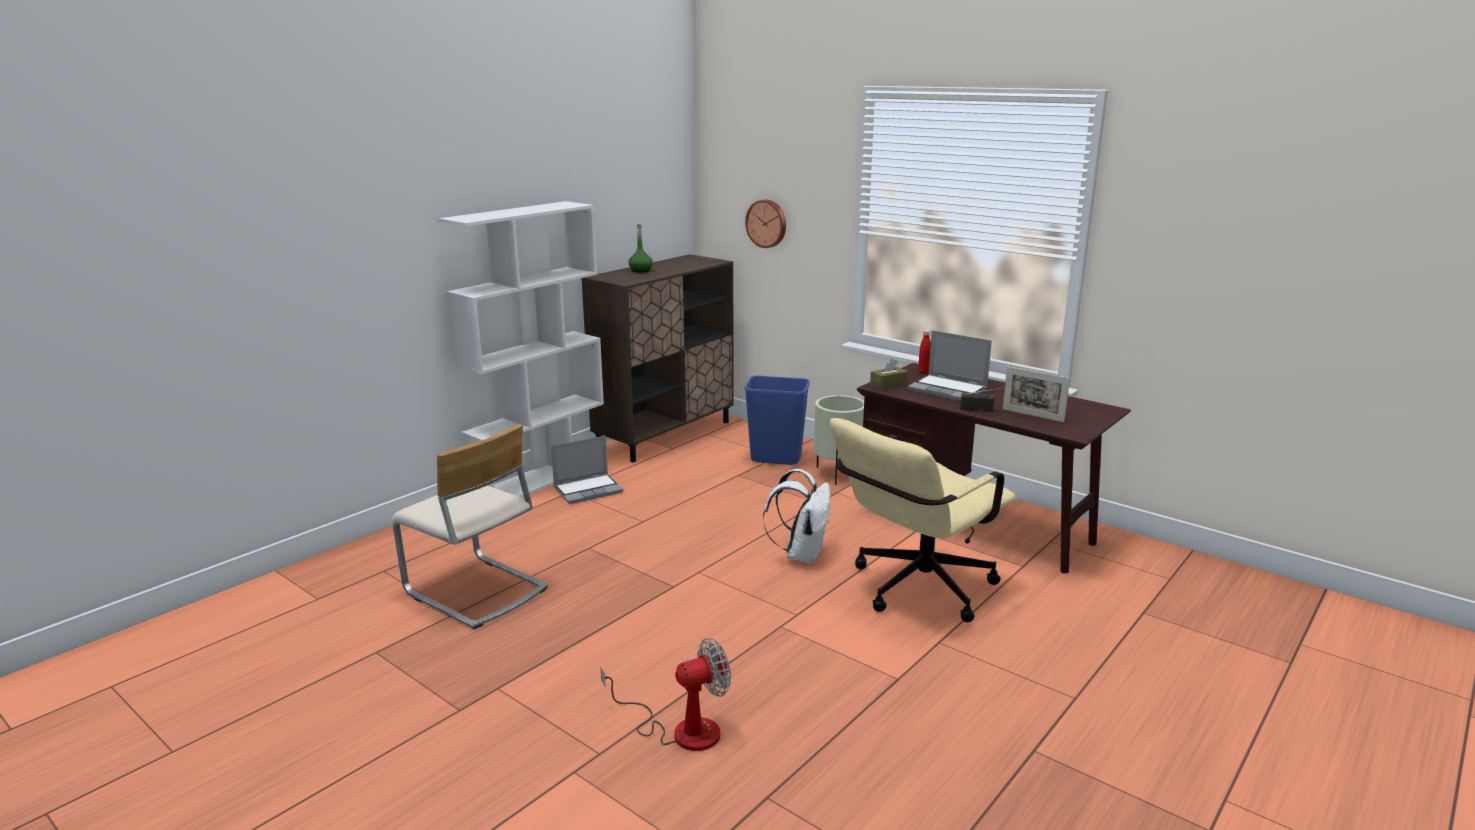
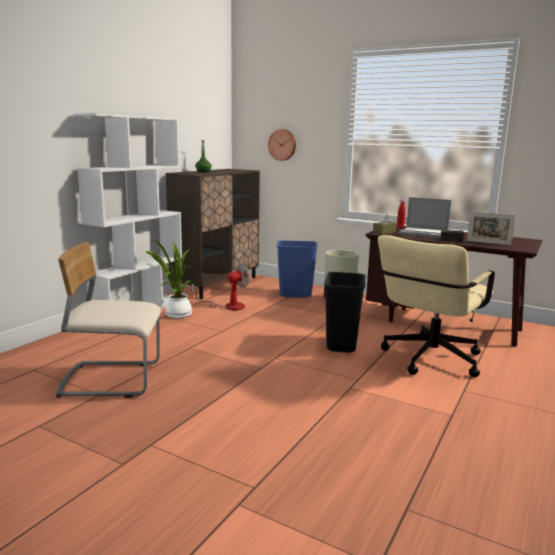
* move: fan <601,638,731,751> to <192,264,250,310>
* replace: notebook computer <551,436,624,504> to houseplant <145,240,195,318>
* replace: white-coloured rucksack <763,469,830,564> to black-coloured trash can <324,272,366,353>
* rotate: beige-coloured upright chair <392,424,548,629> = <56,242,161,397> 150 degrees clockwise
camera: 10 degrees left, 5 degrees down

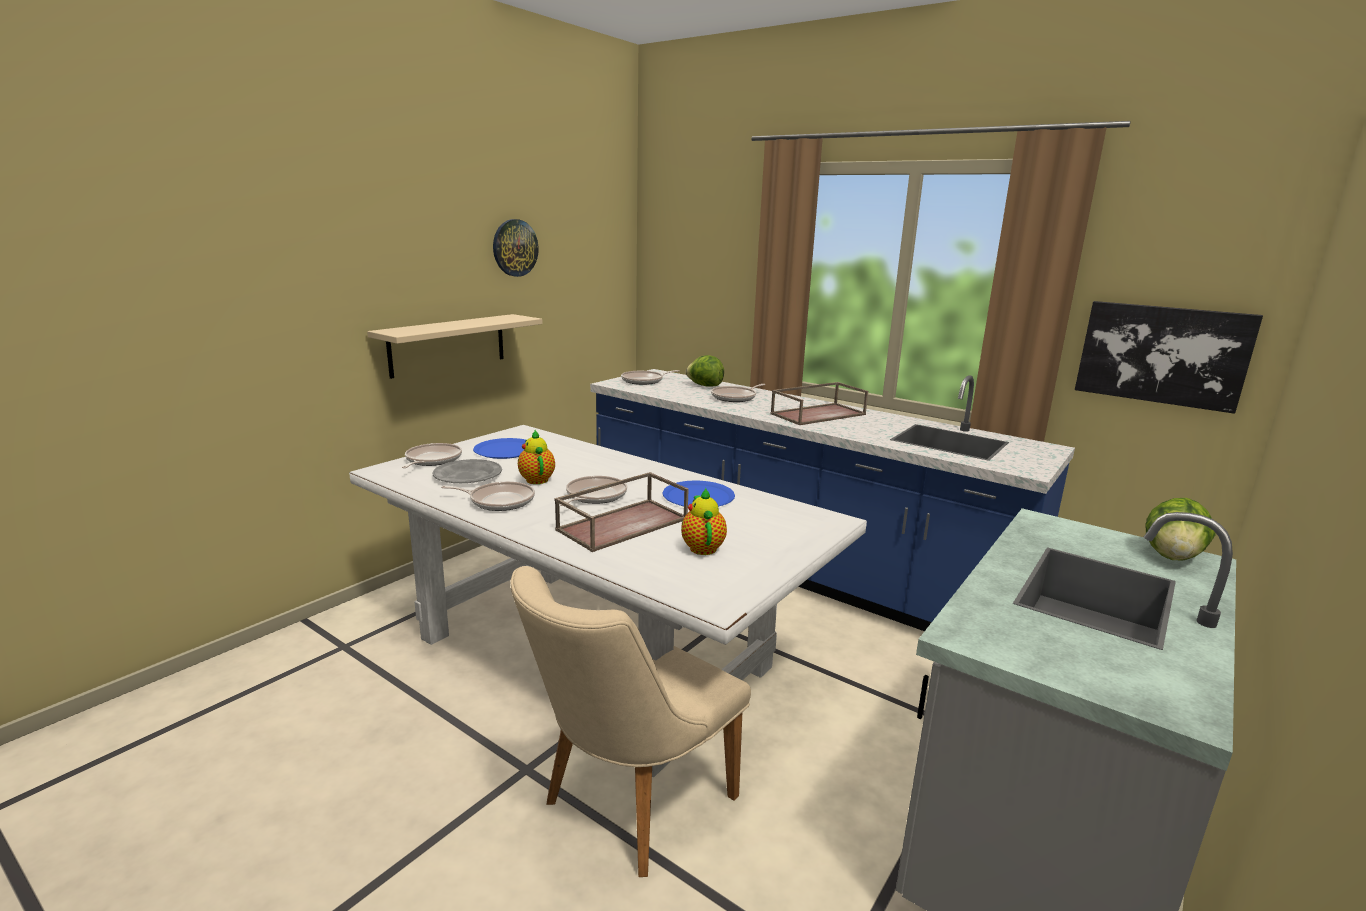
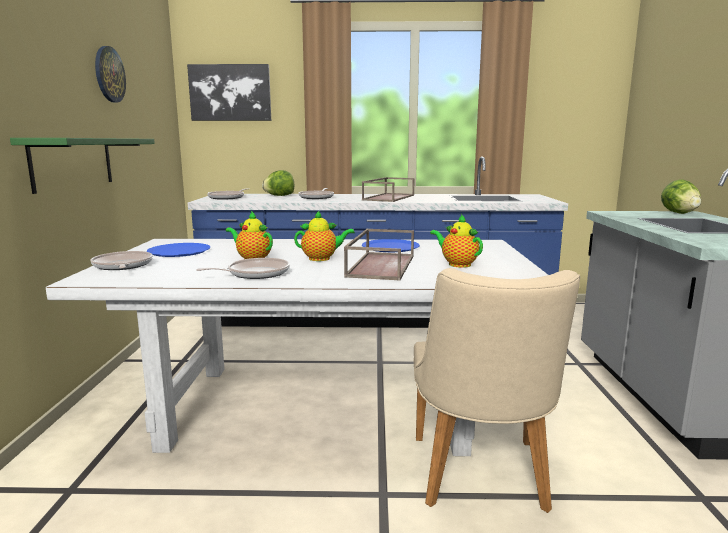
* delete: grey dinner plate <432,459,502,483>
* move: picture <1075,301,1263,414> to <187,64,271,121>
* replace: pan <560,476,627,506> to tea pot <294,210,355,261>
* recolor: beige-coloured bracket shelf <367,314,543,379> to greenish bracket shelf <10,138,155,194>
camera: 35 degrees left, 5 degrees down

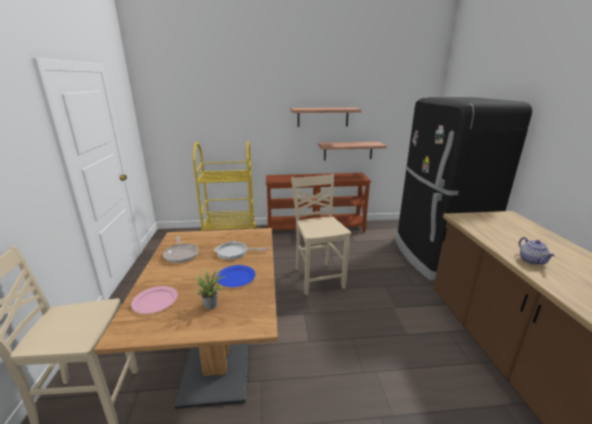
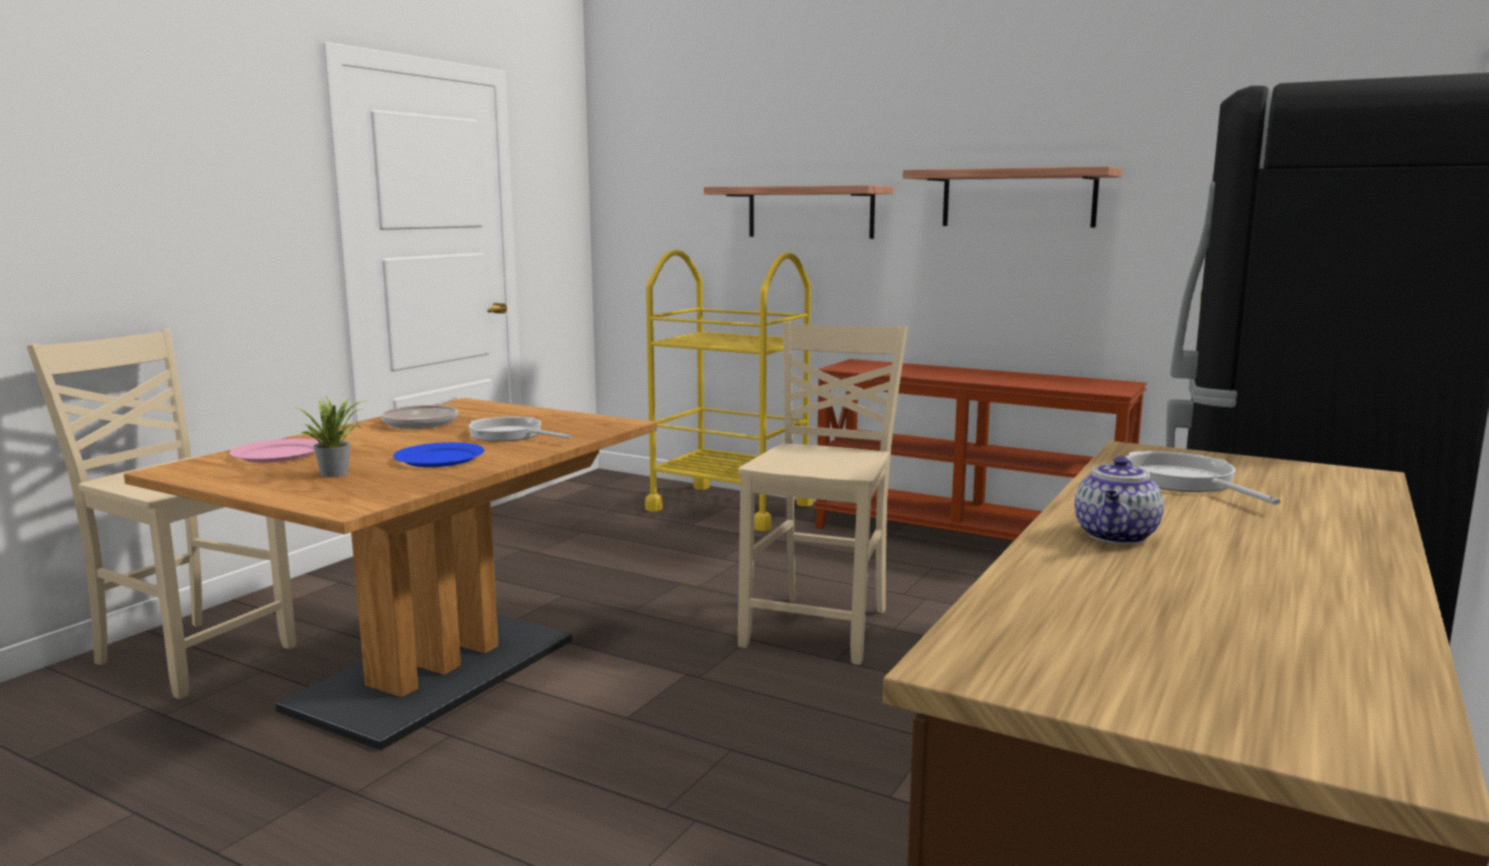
* insert: pan <1126,451,1281,505>
* move: bracket shelf <318,142,387,160> to <704,185,893,239>
camera: 35 degrees right, 10 degrees down

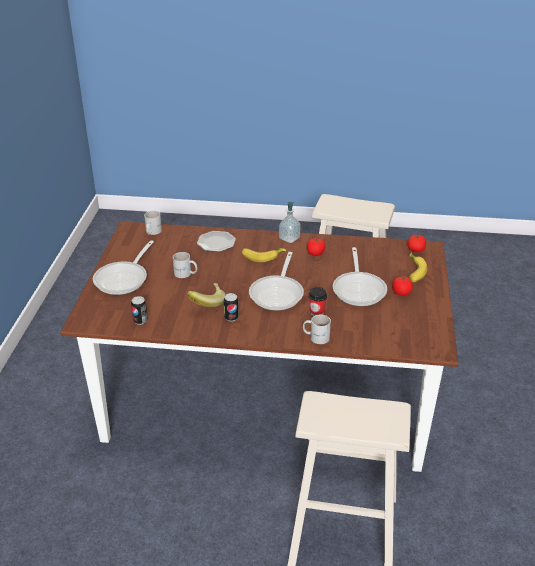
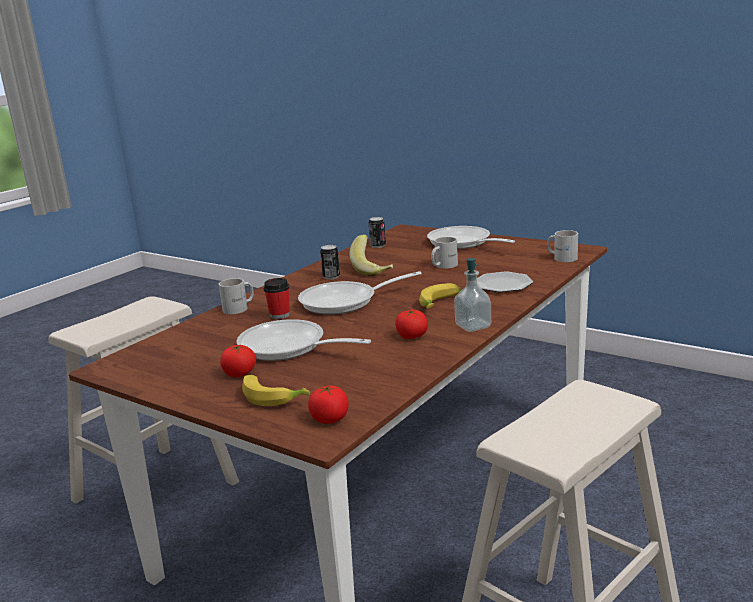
* rotate: pan <249,252,304,311> = <298,271,422,315> 60 degrees counterclockwise
camera: 120 degrees right, 15 degrees down

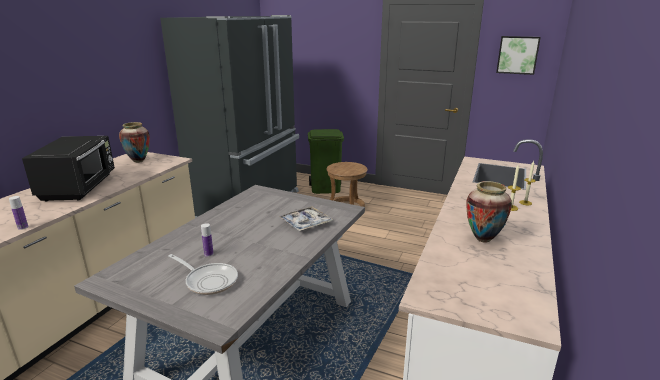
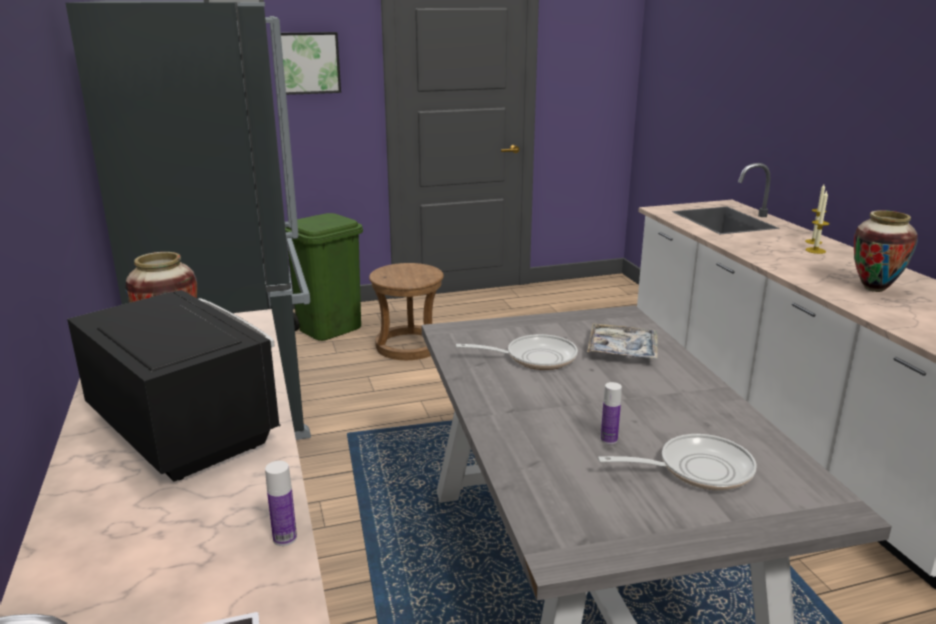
* insert: pan <456,334,578,370>
* move: picture <496,36,541,75> to <281,32,341,95>
camera: 40 degrees left, 0 degrees up

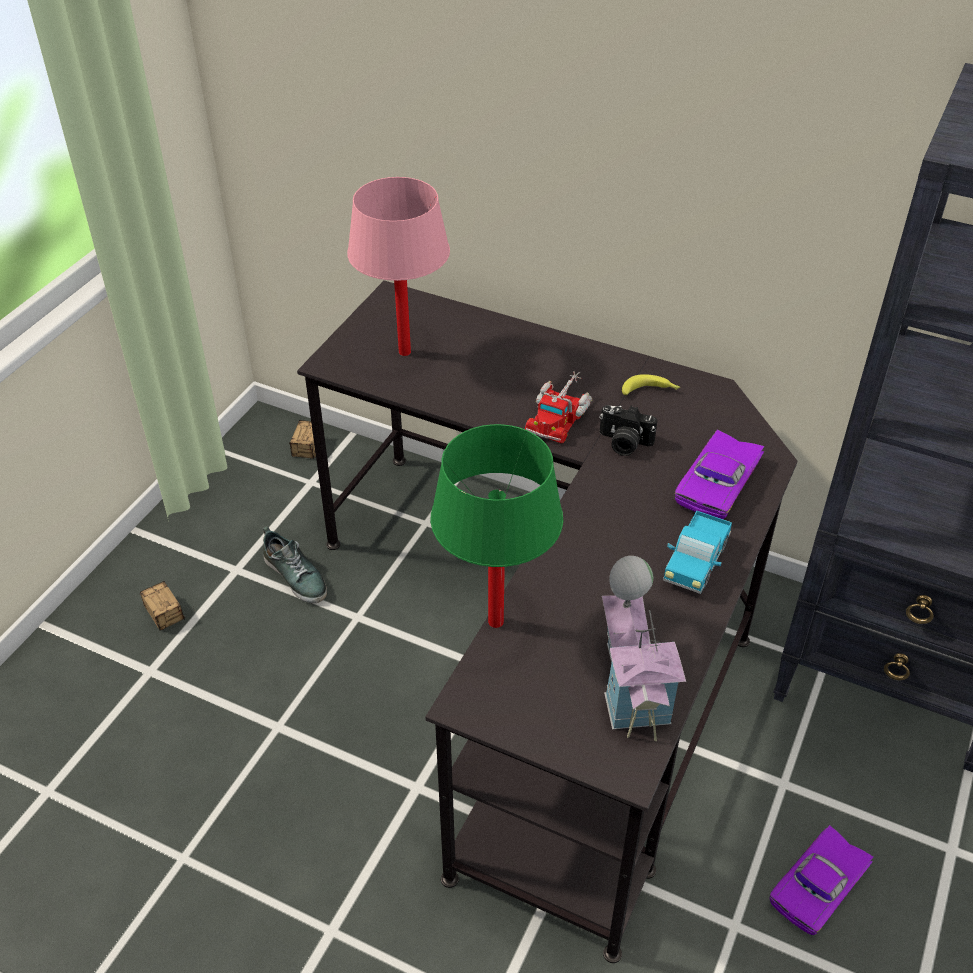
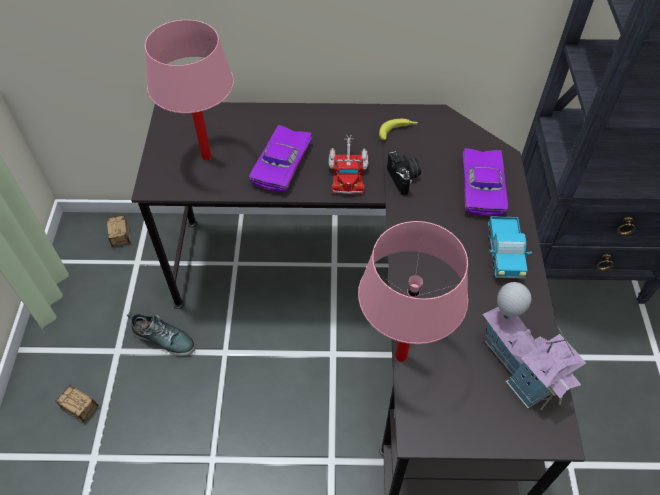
* move: purple miniature car <770,825,873,935> to <249,125,312,192>
* recolor: greenish tabletop lamp <431,424,563,628> to pink-coloured tabletop lamp <358,221,468,362>
* rotate: still camera <599,405,657,456> = <387,150,421,196> 105 degrees counterclockwise
camera: 25 degrees left, 10 degrees up

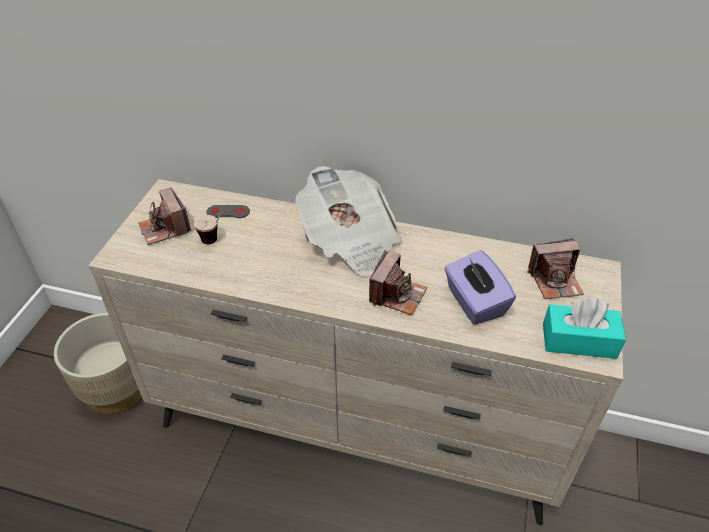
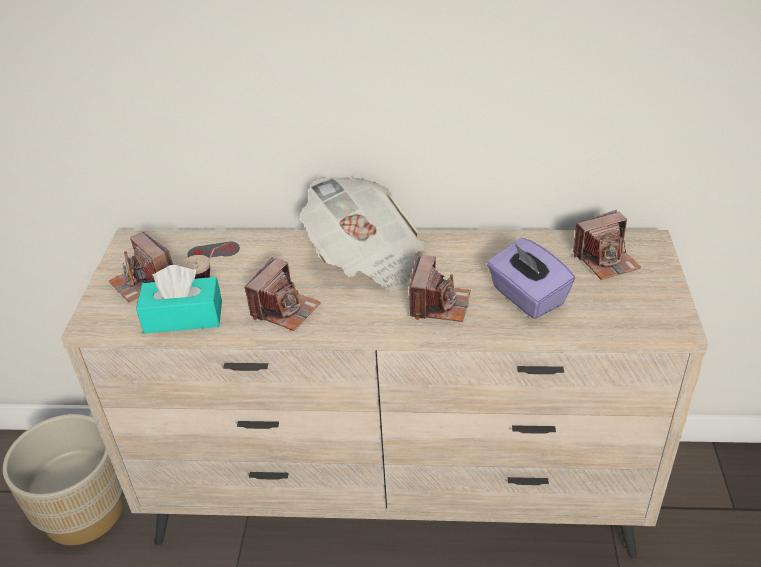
* insert: still camera <245,257,321,331>
* move: blue-green tissue box <543,299,626,359> to <136,265,222,333>
camera: 10 degrees left, 5 degrees down

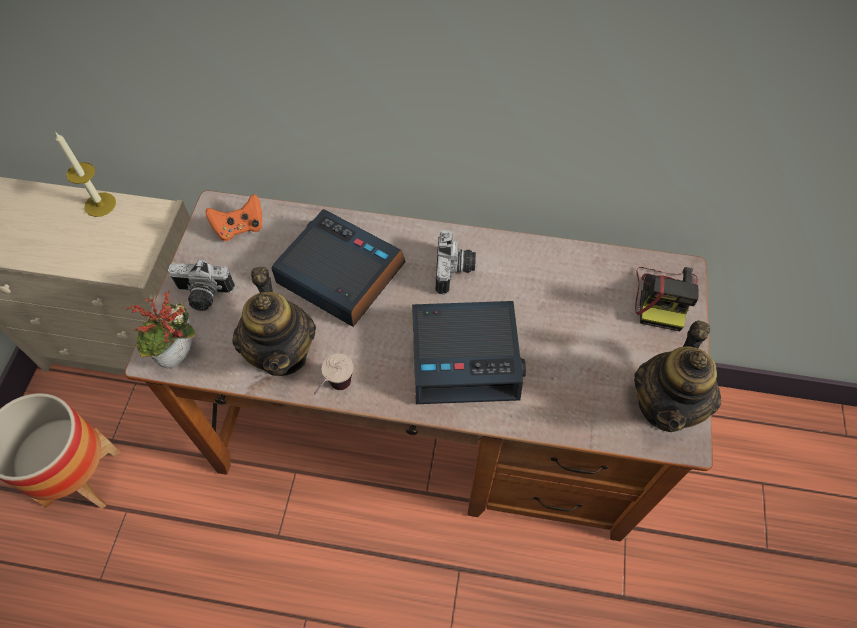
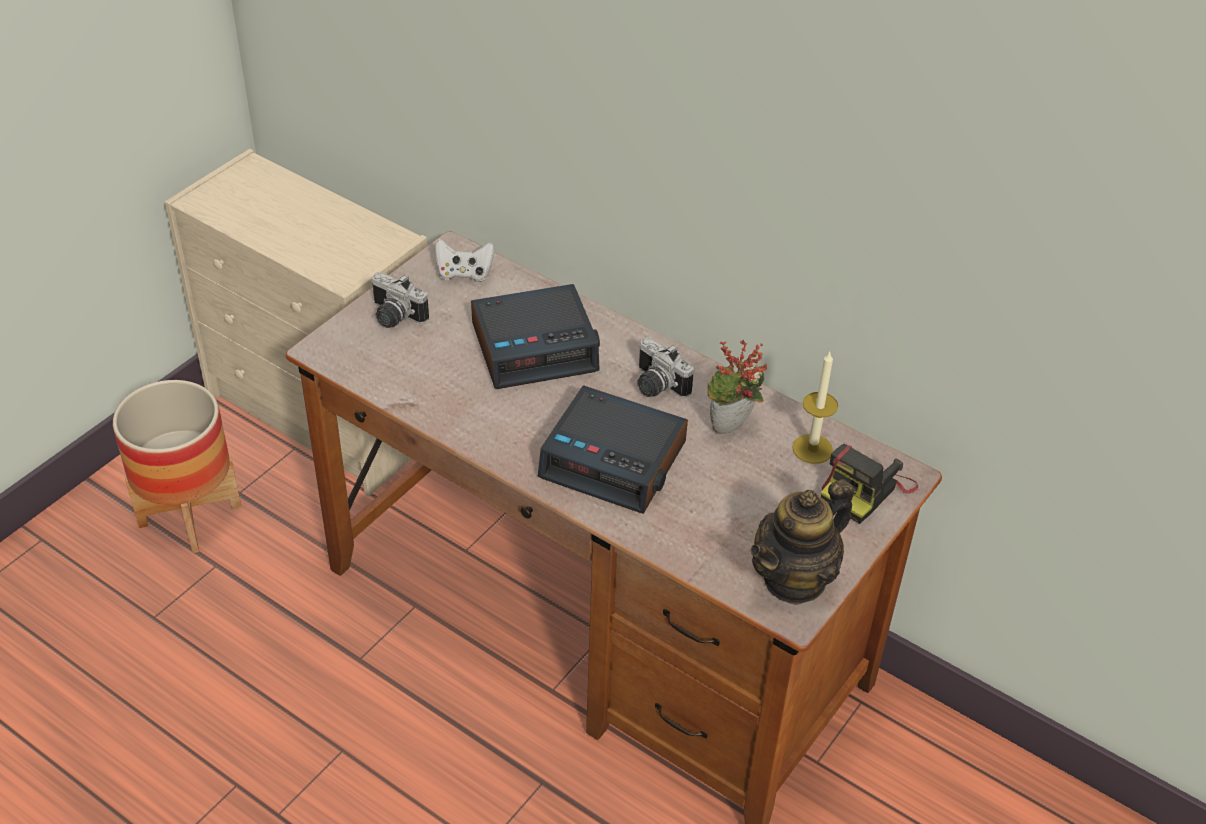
* delete: tea pot <232,267,316,376>
* delete: small cup <314,354,353,395>
* move: candle <56,133,116,217> to <792,351,838,464>
* move: houseplant <127,291,196,369> to <707,340,767,434>
* recolor: orangey gamepad <205,194,263,241> to white-coloured gamepad <435,239,494,282>
* rotate: bedside clock <271,209,406,327> = <471,284,600,389> 105 degrees clockwise
* rotate: still camera <436,230,476,294> = <637,337,694,398> 105 degrees clockwise
camera: 25 degrees right, 15 degrees down

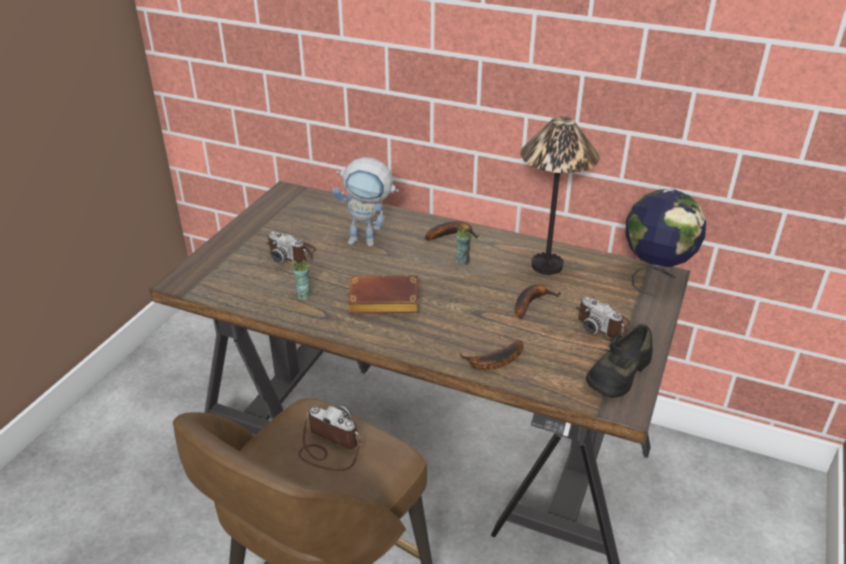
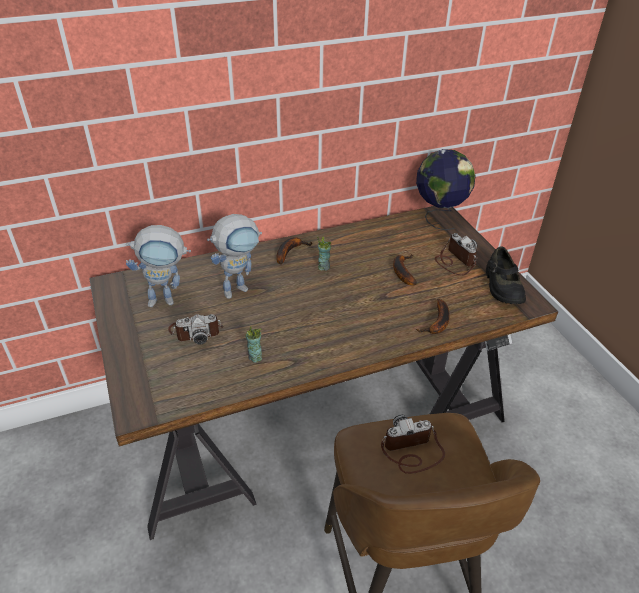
* delete: brown book <348,275,419,314>
* delete: tabletop lamp <520,117,599,275>
* insert: robot figure <126,225,191,307>
* rotate: still camera <576,297,630,339> = <435,233,477,275> 120 degrees counterclockwise
camera: 45 degrees left, 5 degrees up

